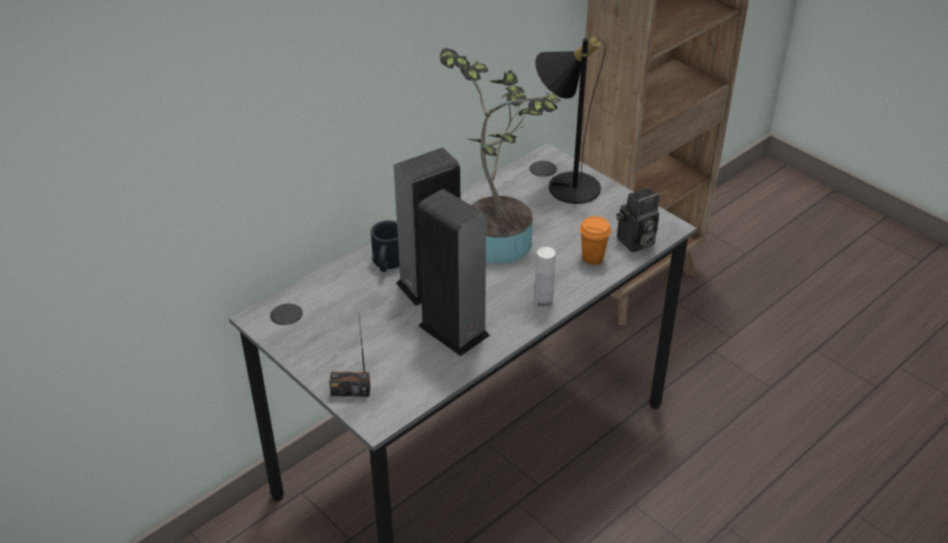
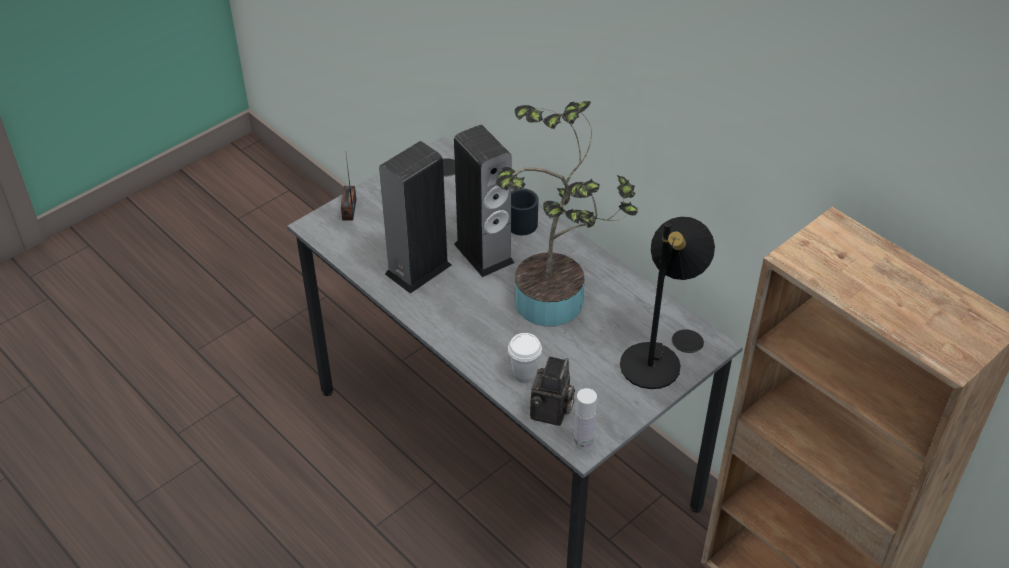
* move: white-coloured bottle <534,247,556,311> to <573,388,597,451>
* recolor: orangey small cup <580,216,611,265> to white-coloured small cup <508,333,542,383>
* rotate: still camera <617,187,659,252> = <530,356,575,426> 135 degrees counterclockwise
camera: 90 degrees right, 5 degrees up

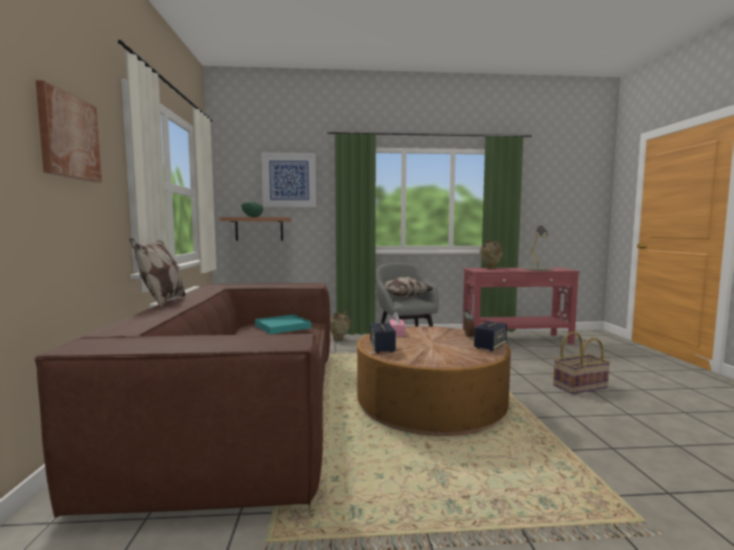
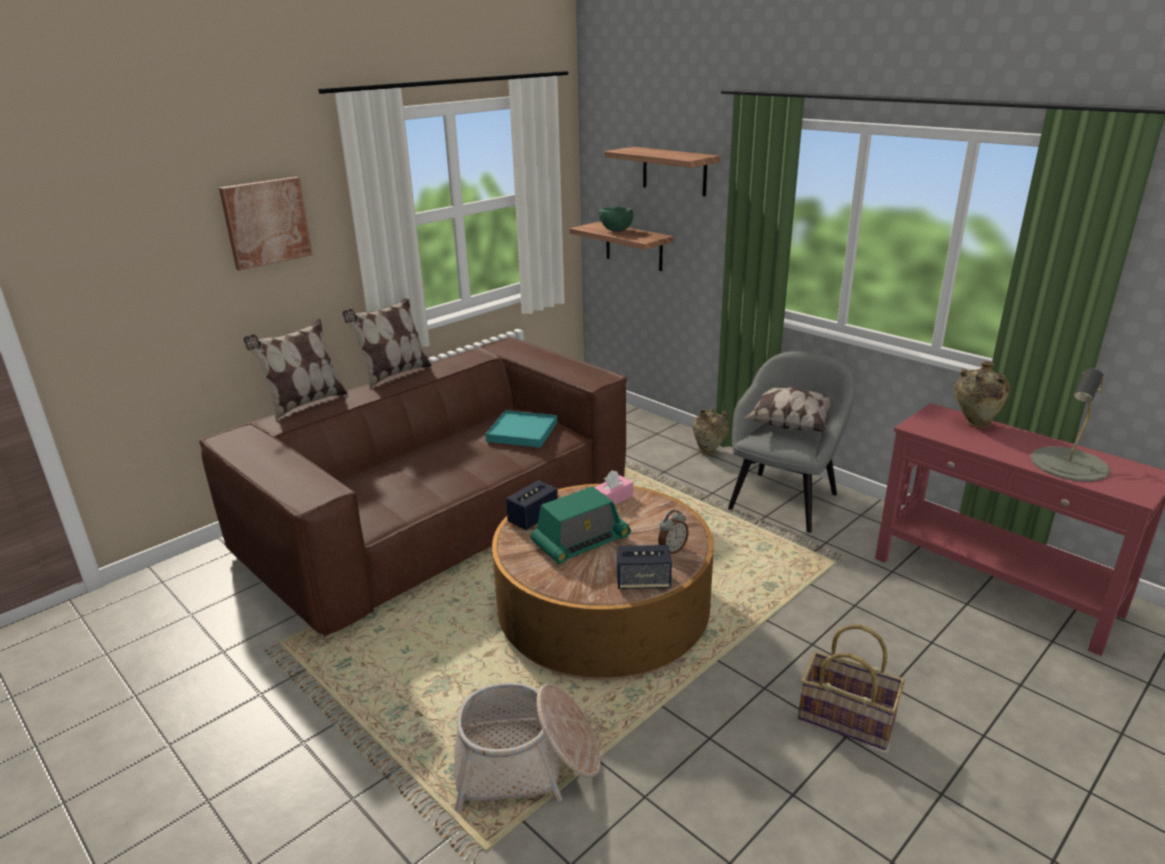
* insert: cushion <243,319,348,420>
* insert: storage basket <454,682,601,812>
* insert: radio set <531,486,631,564>
* replace: picture <261,152,316,207> to bracket shelf <604,147,720,196>
camera: 50 degrees right, 20 degrees up

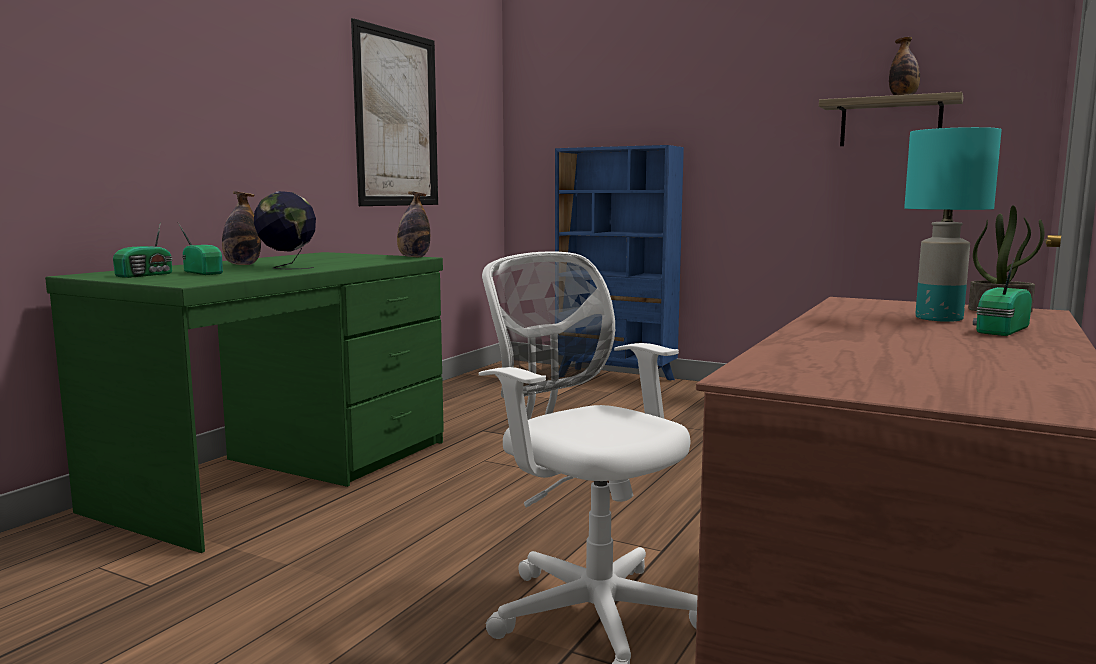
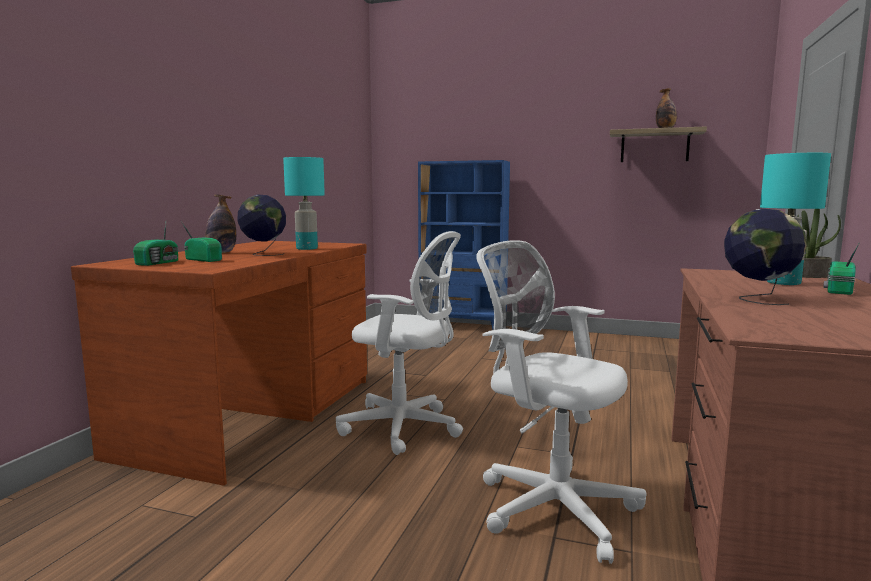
* delete: picture <351,18,438,206>
* delete: bottle <397,192,430,257>
* insert: blue-green tabletop lamp <283,157,325,250>
* insert: white-coloured desk chair <336,231,463,455>
* insert: desk globe <724,208,807,305>
* recolor: greenish desk unit <45,252,444,553> to brown desk unit <71,241,367,486>
camera: 10 degrees left, 0 degrees up

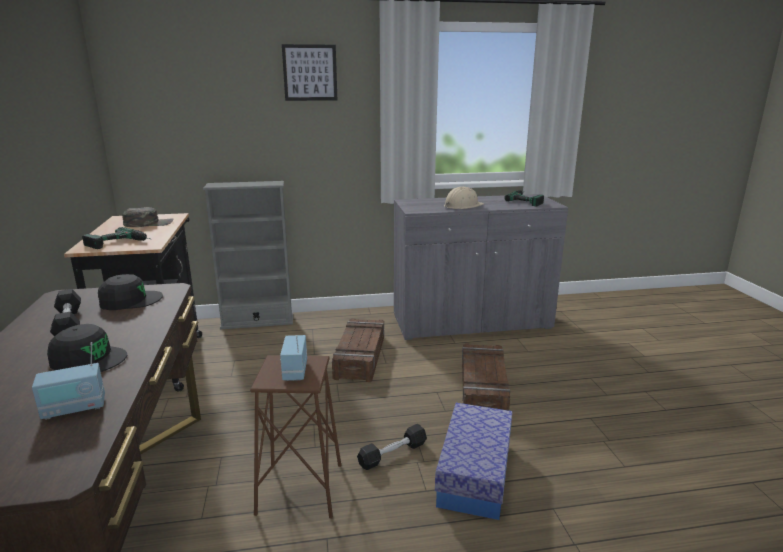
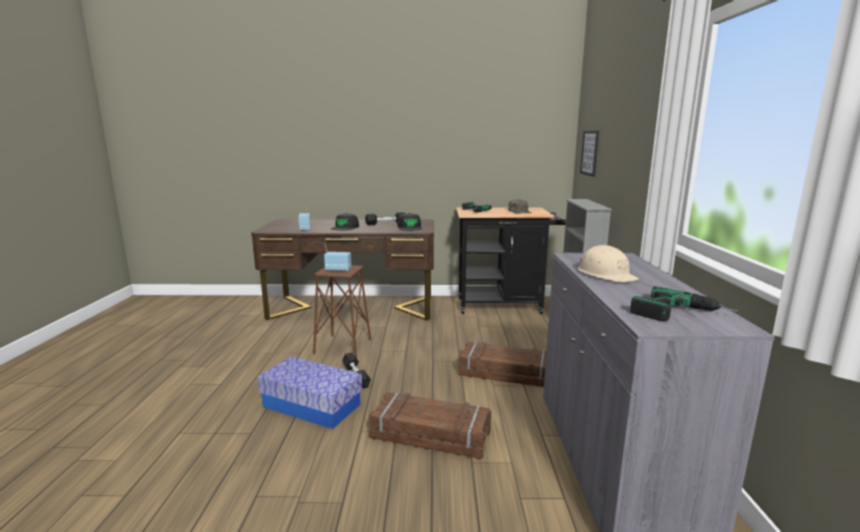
* move: picture <282,44,337,101> to <580,131,599,177>
camera: 100 degrees right, 5 degrees down

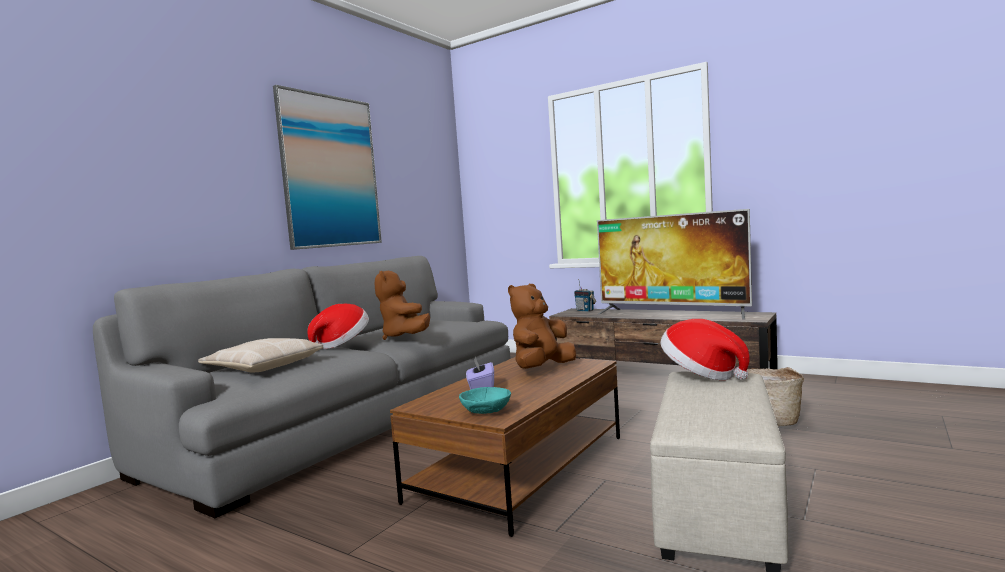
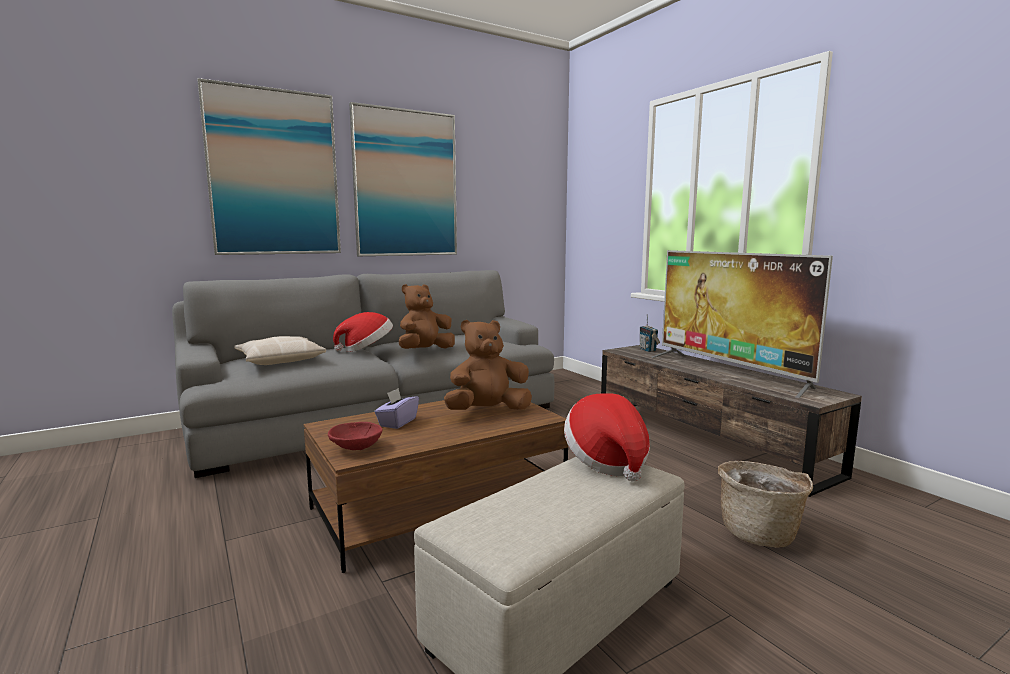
* insert: picture <197,78,341,255>
* recolor: blue-green serving bowl <459,387,511,414> to red-coloured serving bowl <328,422,382,450>
* rotate: brown plush toy <375,271,430,340> = <399,284,455,349> 45 degrees clockwise
camera: 25 degrees right, 5 degrees up

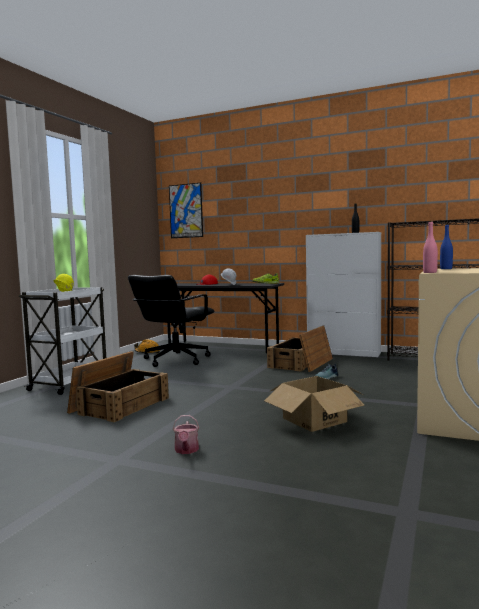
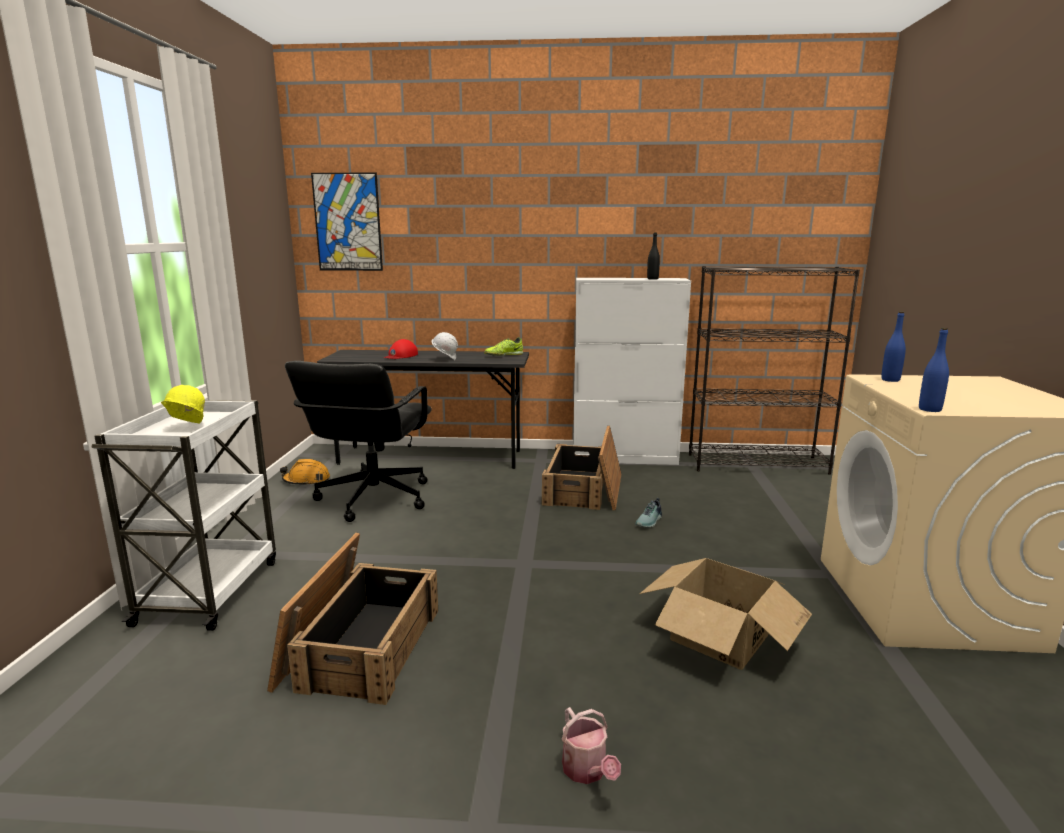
* recolor: pink-coloured bottle <423,221,438,273> to blue-coloured bottle <919,328,949,412>
camera: 20 degrees left, 10 degrees up

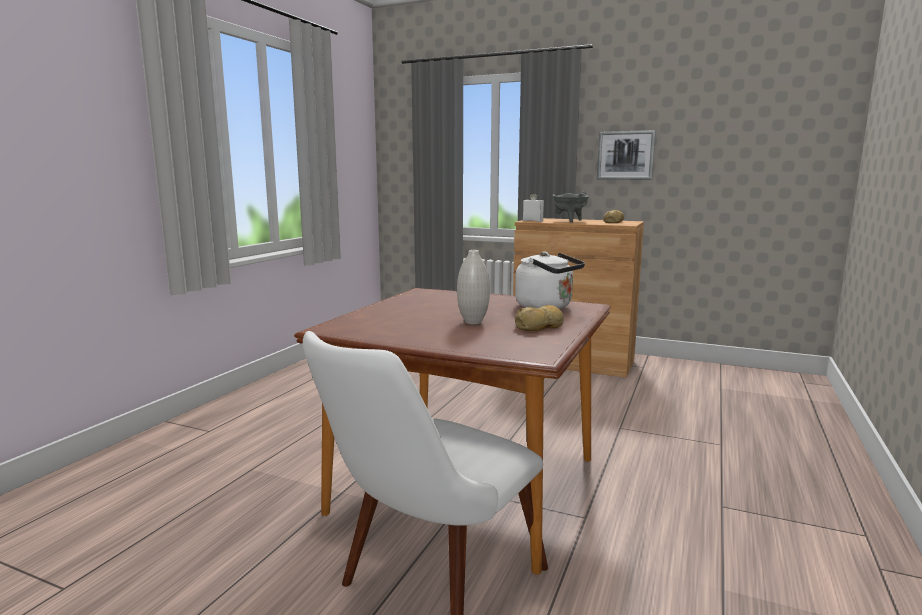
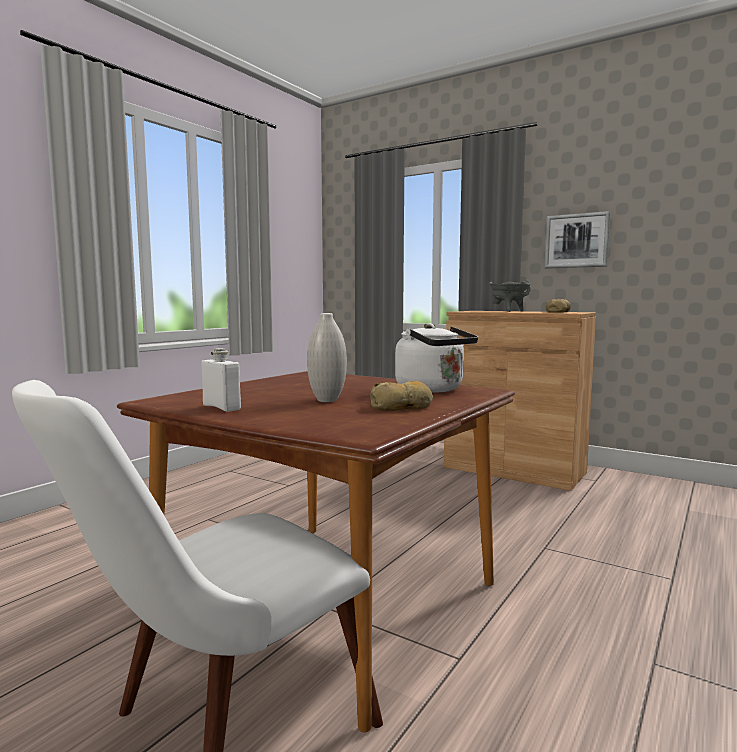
* move: white-coloured bottle <523,194,544,222> to <202,348,241,412>
camera: 10 degrees right, 5 degrees down

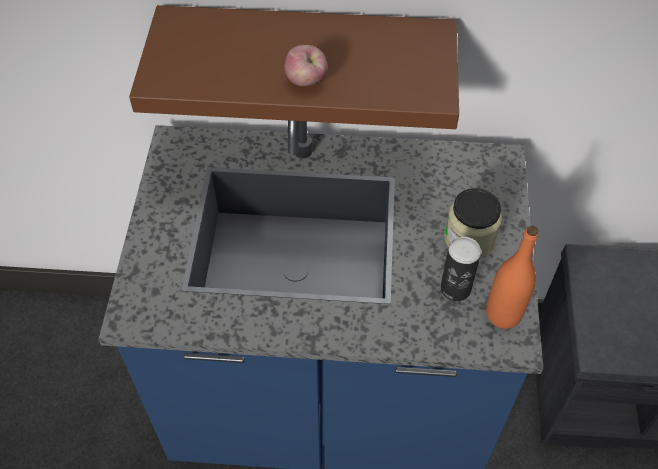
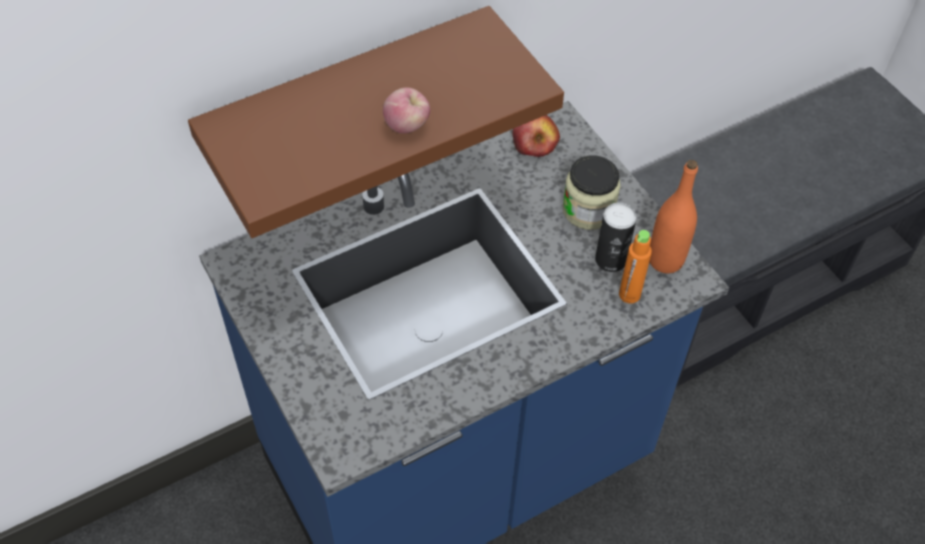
* insert: apple fruit <512,115,560,157>
* insert: orangey bottle <619,230,652,303>
camera: 35 degrees left, 0 degrees up

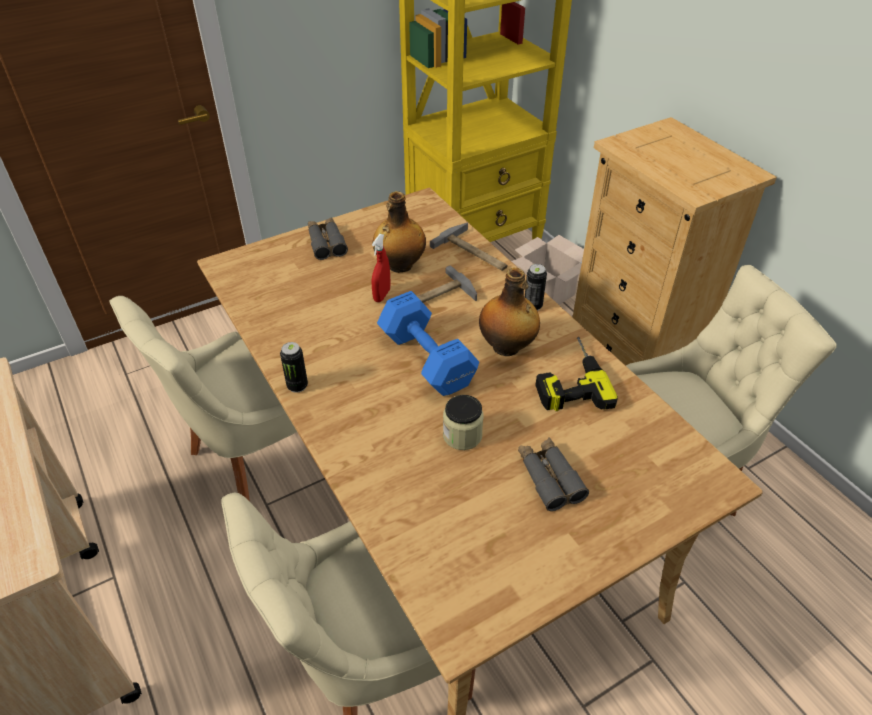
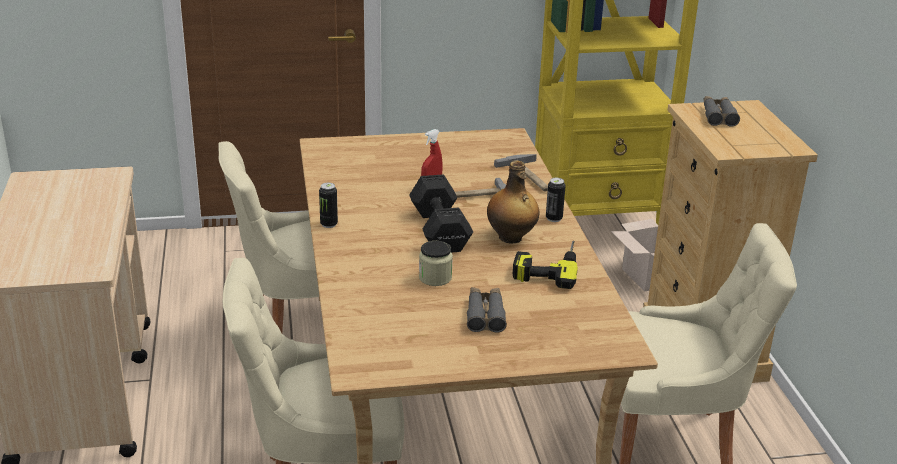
* delete: bottle <372,191,426,273>
* move: grey pair of binoculars <308,218,348,260> to <704,96,740,127>
* recolor: blue-coloured free weight <377,291,479,396> to black-coloured free weight <409,174,473,252>
camera: 20 degrees right, 15 degrees down

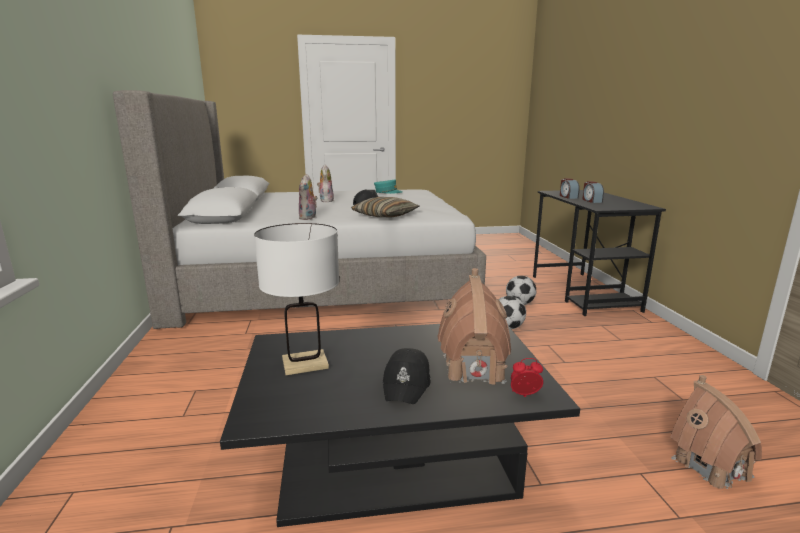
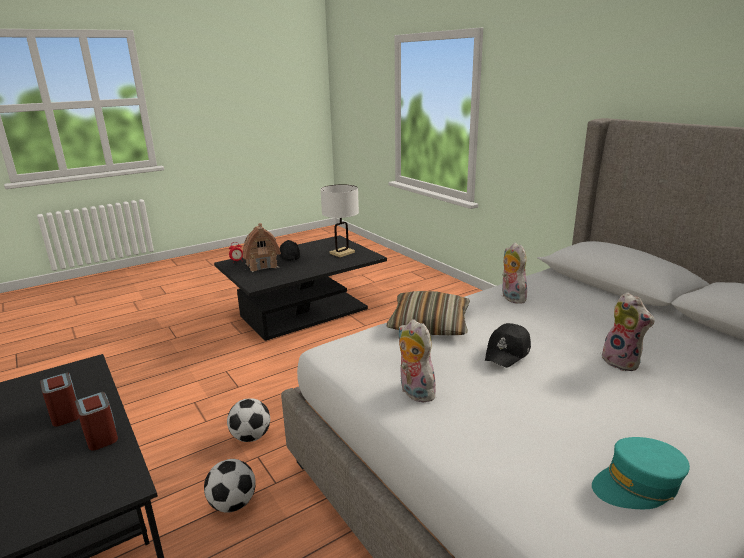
* delete: miniature house <670,375,762,492>
* insert: plush toy <399,319,440,403>
camera: 155 degrees right, 5 degrees up

